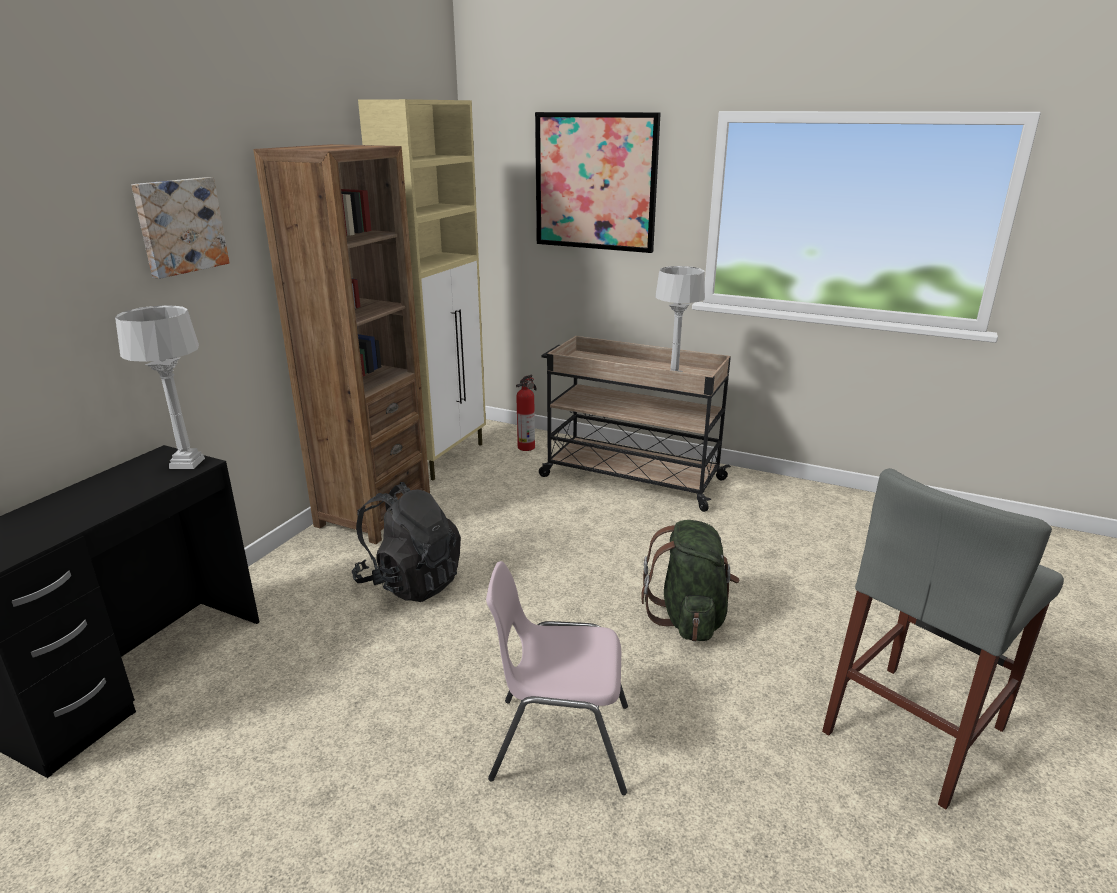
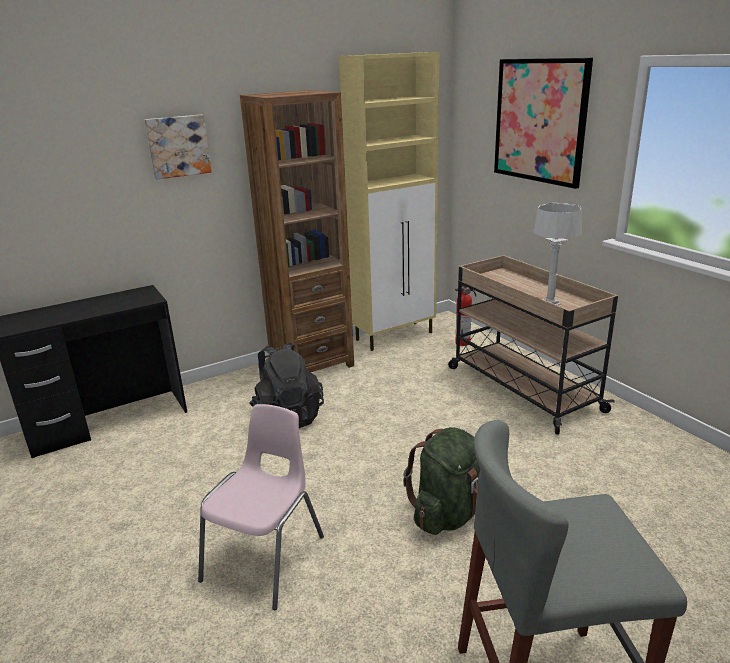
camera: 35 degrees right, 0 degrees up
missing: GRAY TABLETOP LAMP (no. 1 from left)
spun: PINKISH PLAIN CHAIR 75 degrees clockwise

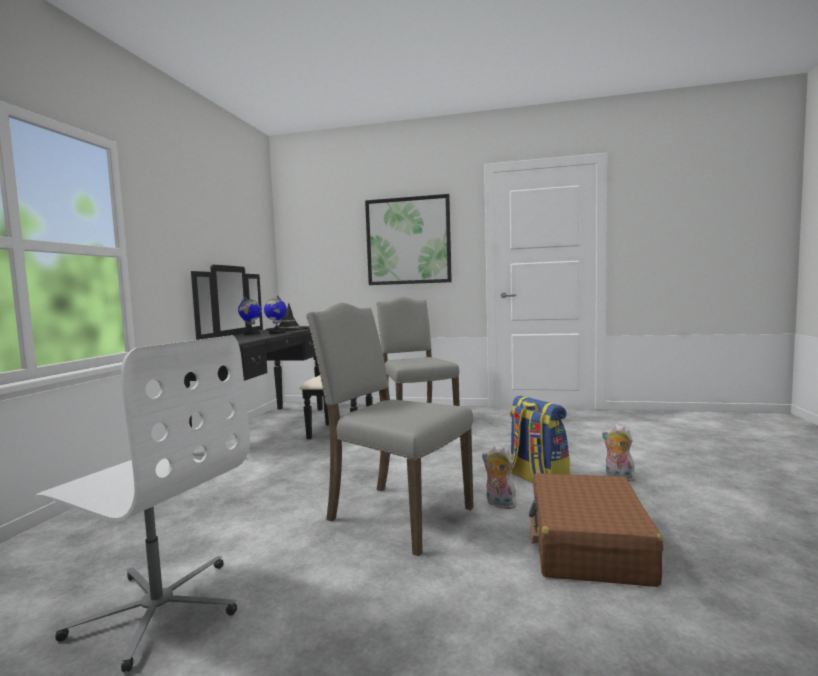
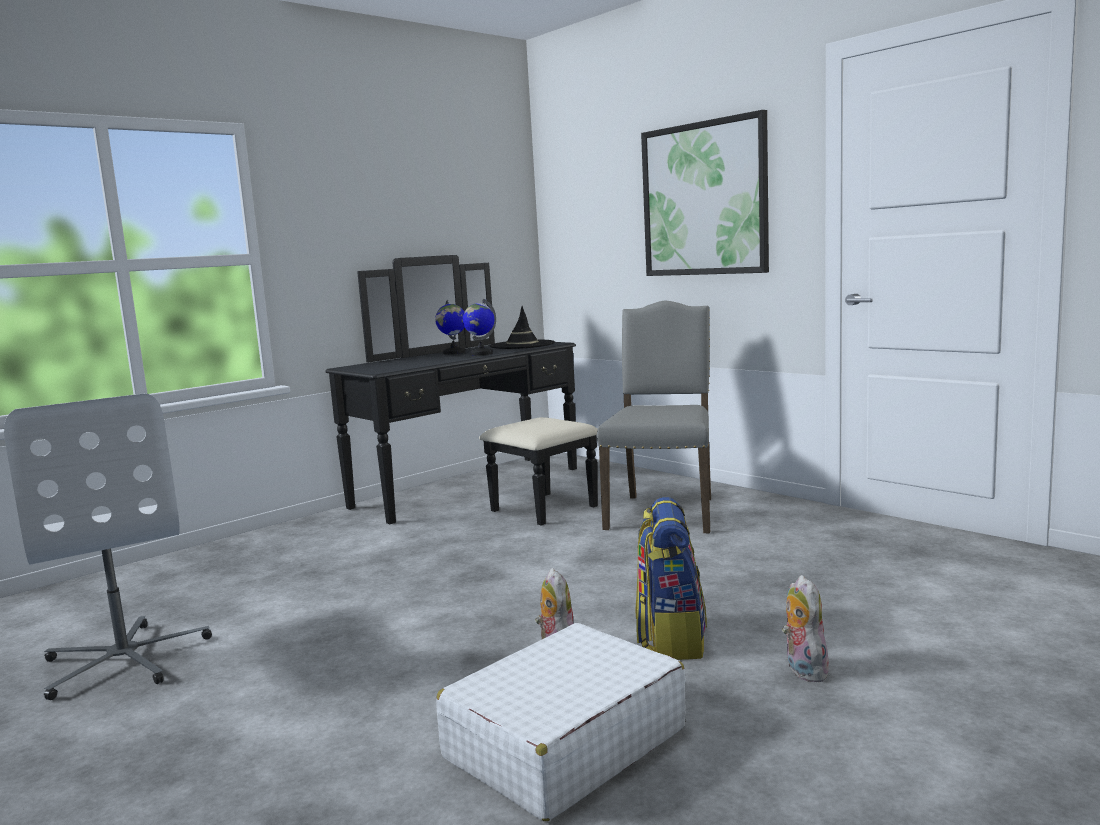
camera: 35 degrees right, 5 degrees up
missing: GRAY PLAIN CHAIR (no. 1 from left)
colour: BROWN-COLOURED TRAVEL CASE to WHITE-COLOURED TRAVEL CASE

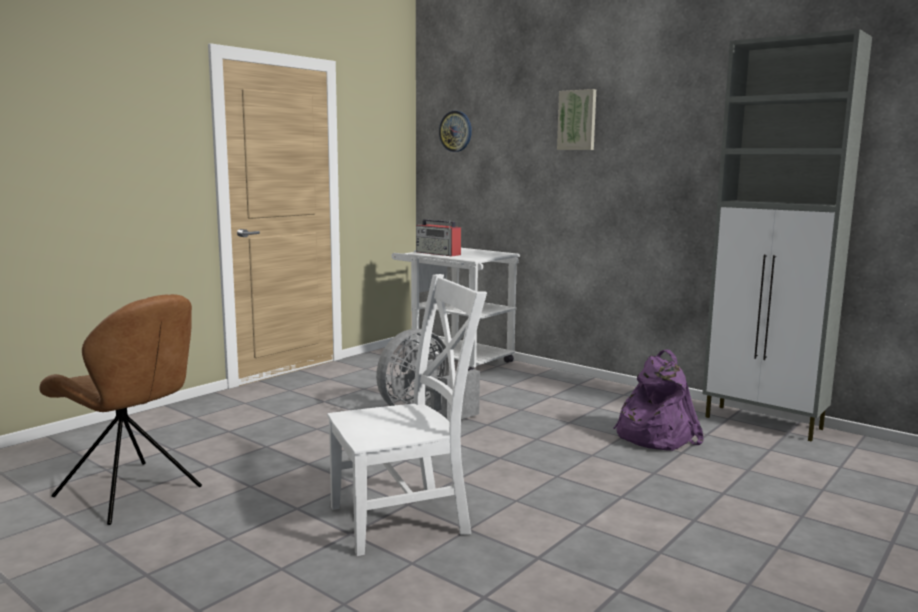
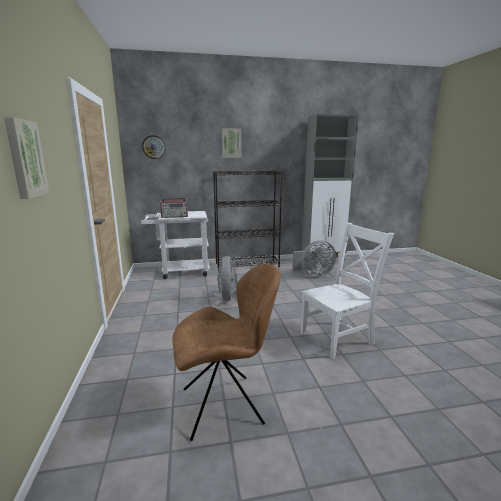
camera: 50 degrees left, 5 degrees up
appeared: WALL PICTURE (no. 1 from left); BLACK SHELVING UNIT
exchanged: PURPLISH KNAPSACK to GRAY COOLING FAN (no. 2 from left)
spun: WHITE-COLOURED PLAIN CHAIR 45 degrees clockwise

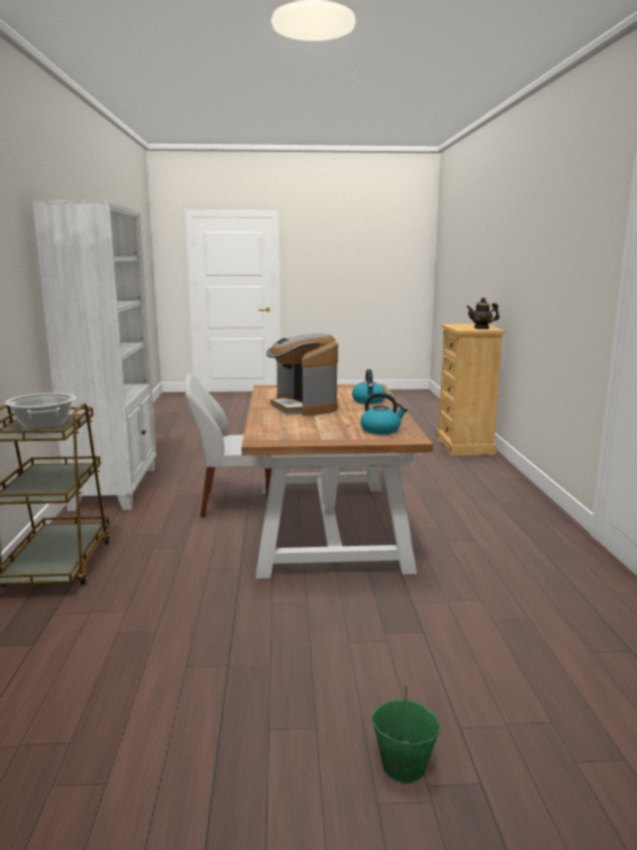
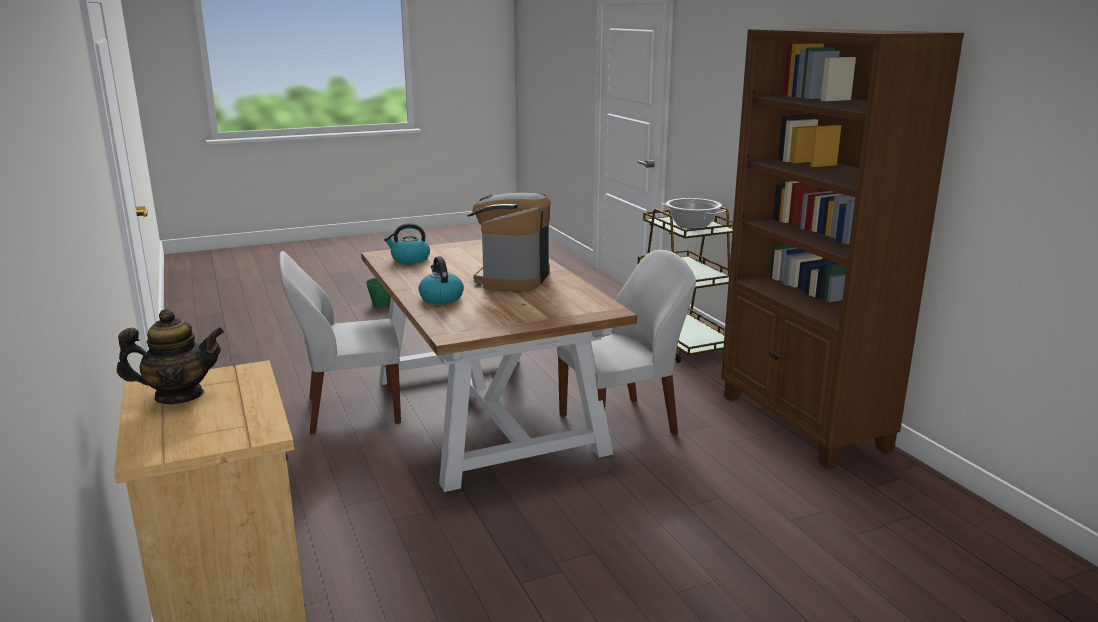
camera: 160 degrees right, 5 degrees up
appeared: WHITE-COLOURED PLAIN CHAIR (no. 1 from left)
colour: WHITE-COLOURED SHELVING UNIT to BROWN-COLOURED SHELVING UNIT
spun: COFFEE BREWER 120 degrees counterclockwise

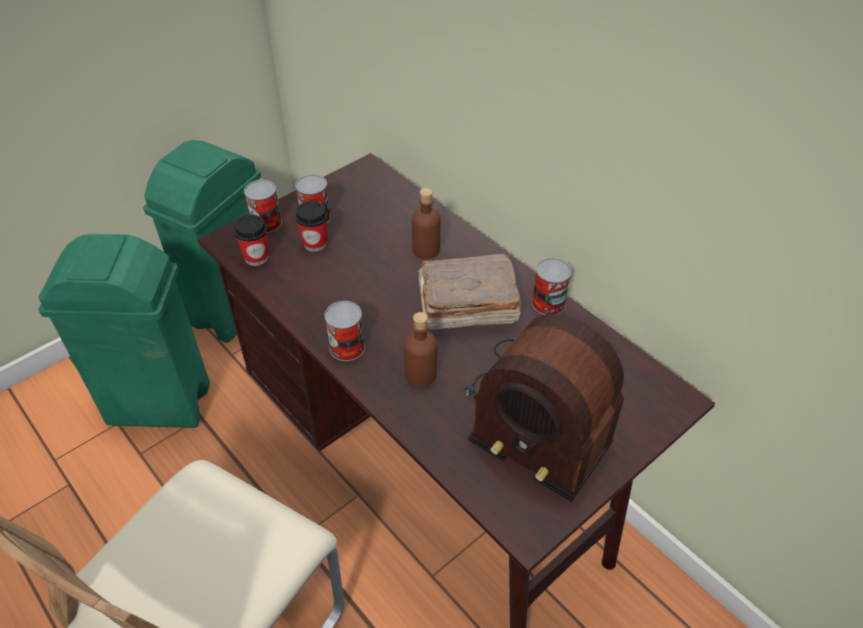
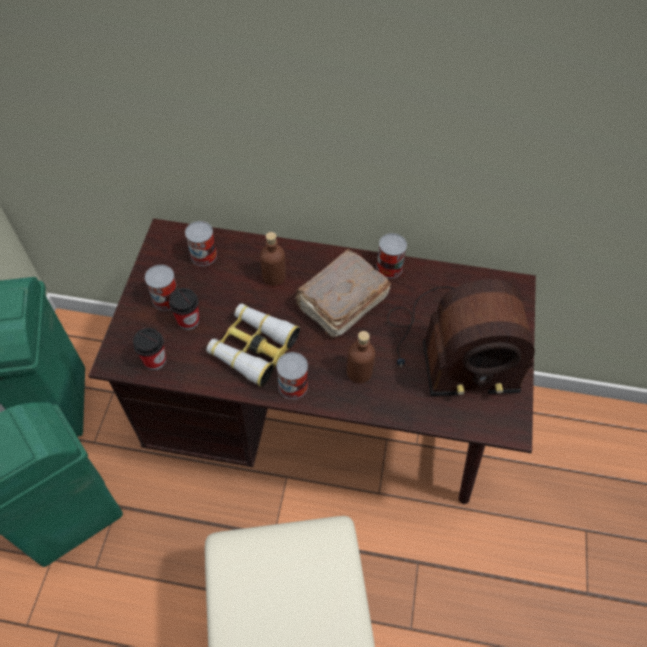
camera: 40 degrees left, 10 degrees up
appeared: BINOCULARS
relocated: METAL CAN (no. 1 from left in the first image) to METAL CAN (no. 2 from left)

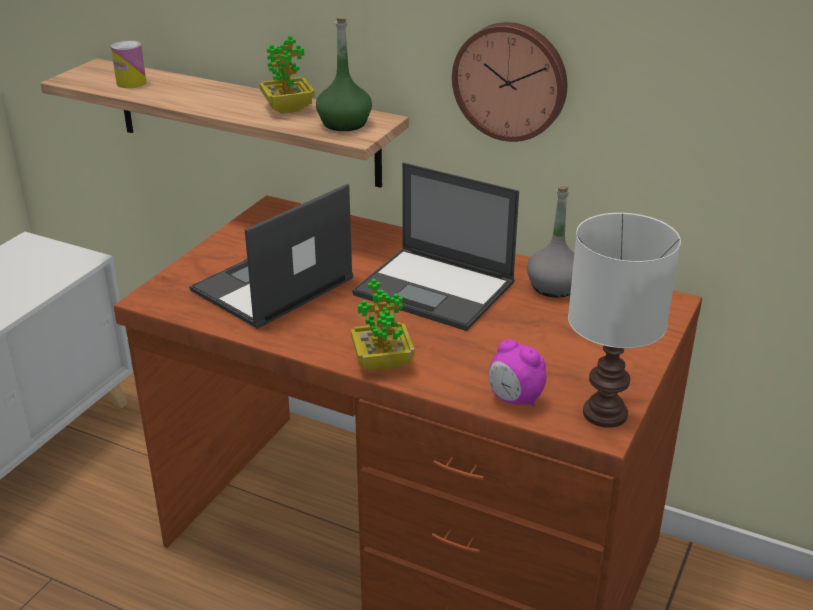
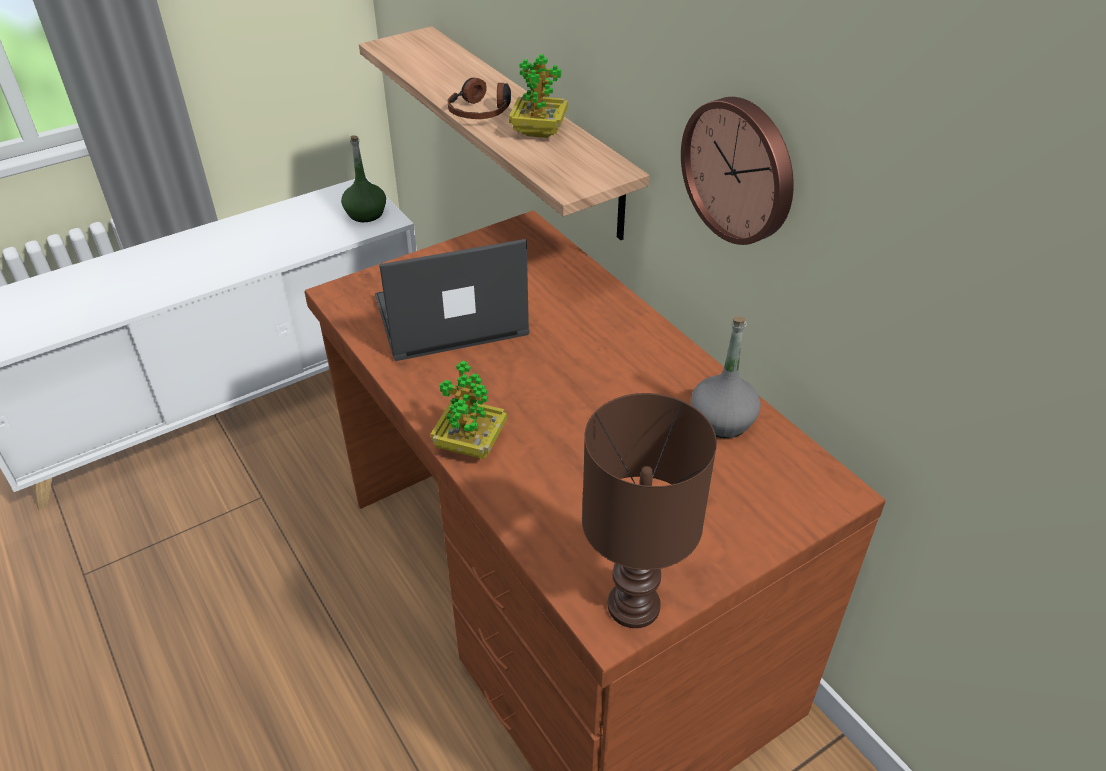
camera: 30 degrees right, 10 degrees up
missing: METAL CAN; NOTEBOOK COMPUTER (no. 2 from left); TABLE CLOCK
appeared: PAIR OF HEADPHONES
relocated: GREENISH DRINK BOTTLE
colour: WHITE-COLOURED TABLETOP LAMP to BROWN-COLOURED TABLETOP LAMP

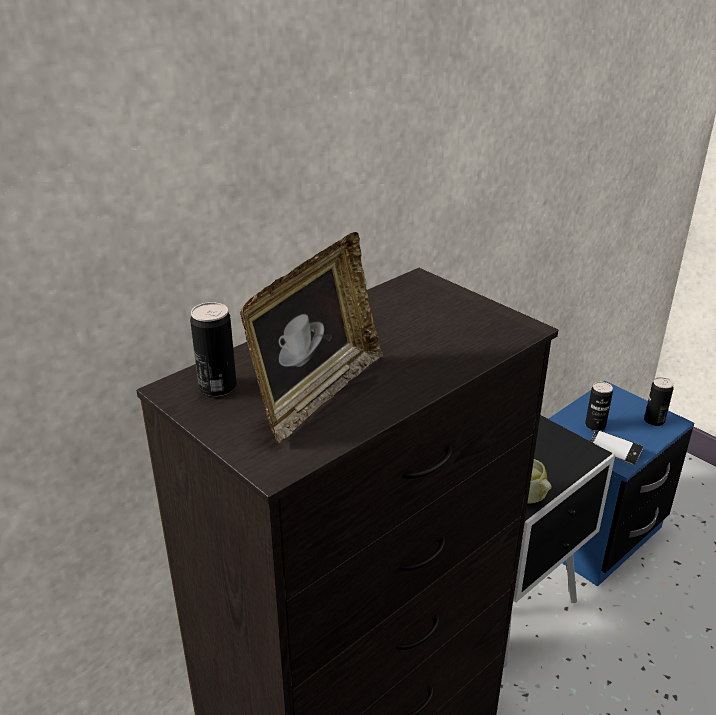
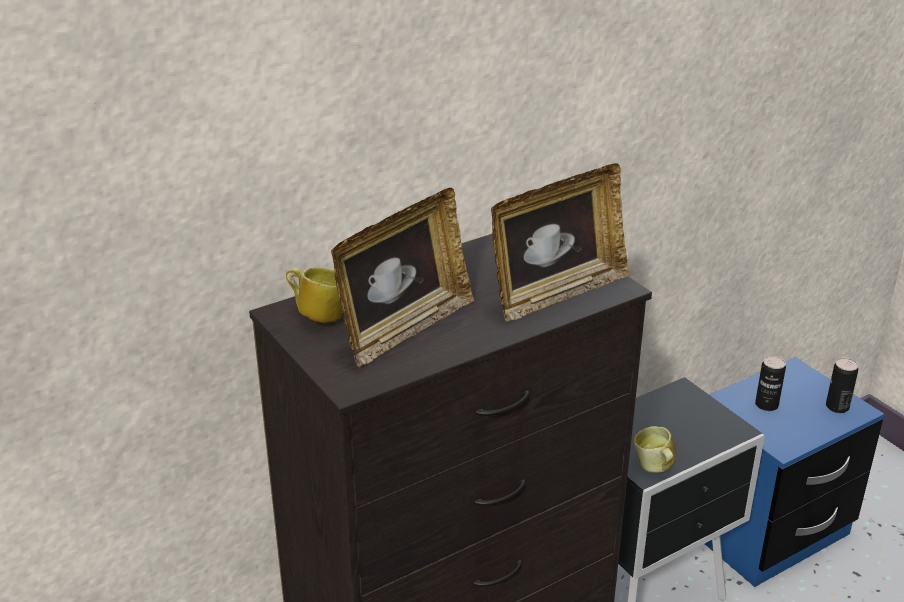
camera: 10 degrees right, 0 degrees up
missing: PHONE
appeared: PHOTO FRAME (no. 2 from left)
exchanged: METAL CAN (no. 1 from left) to COFFEE MUG (no. 1 from left)

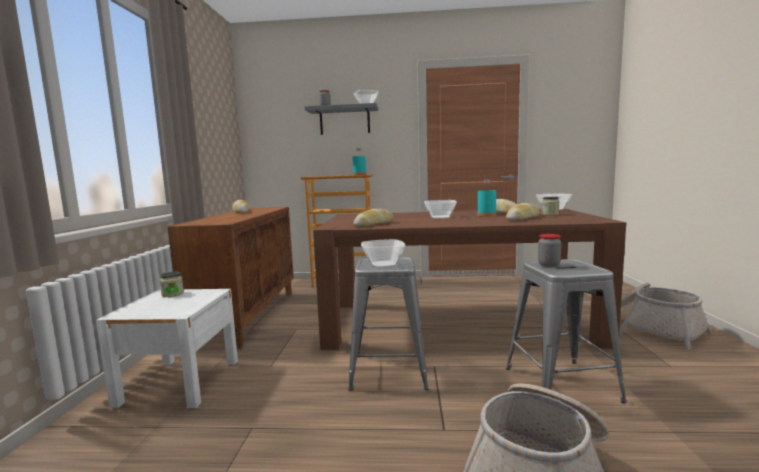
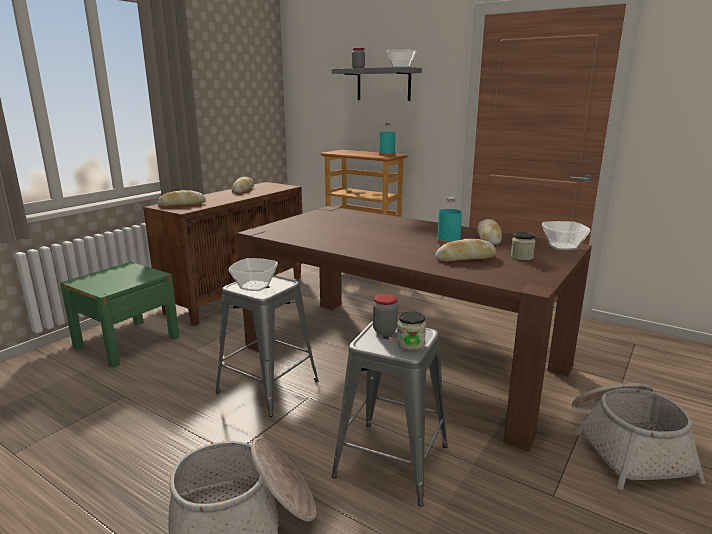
camera: 30 degrees right, 10 degrees up
missing: DEEP DISH (no. 3 from left)
relocated: BREAD (no. 2 from left in the first image) to BREAD (no. 1 from left); PRESERVE JAR (no. 1 from left in the first image) to PRESERVE JAR (no. 3 from left)
colour: WHITE-COLOURED BEDSIDE TABLE to GREENISH BEDSIDE TABLE

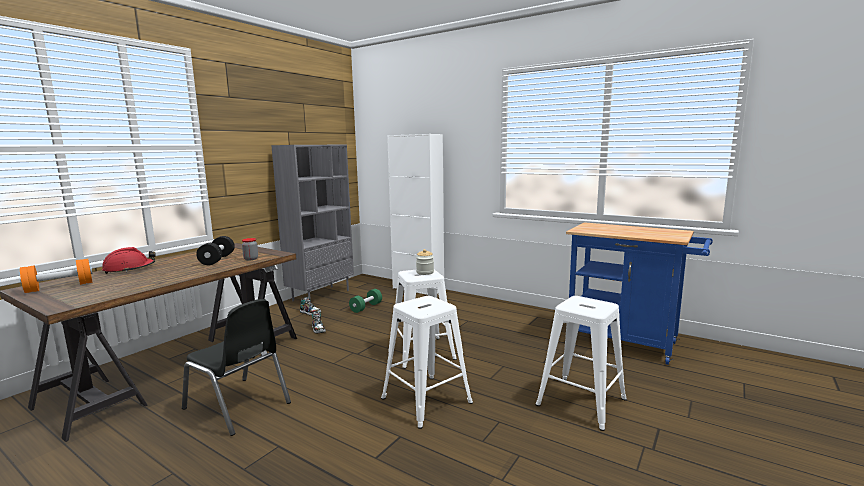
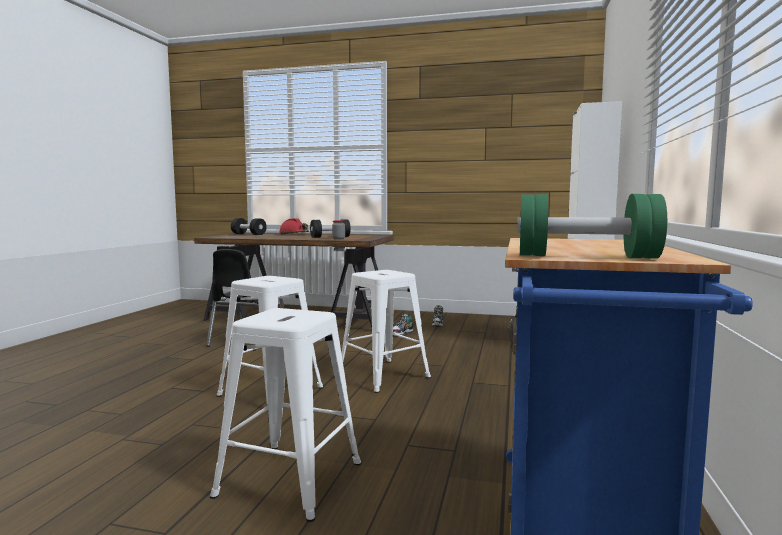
camera: 70 degrees right, 5 degrees down
missing: GRAY SHELVING UNIT; PRESERVE JAR (no. 2 from left)
relocated: GREENISH HAND WEIGHT
colour: ORANGE HAND WEIGHT to BLACK HAND WEIGHT (no. 1 from left)

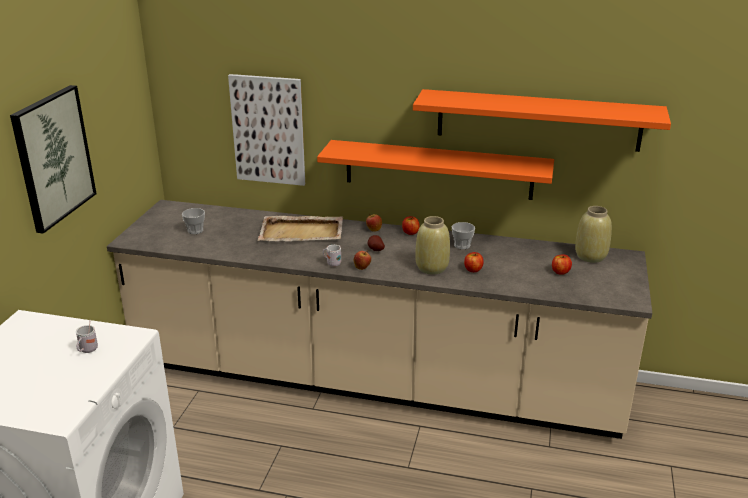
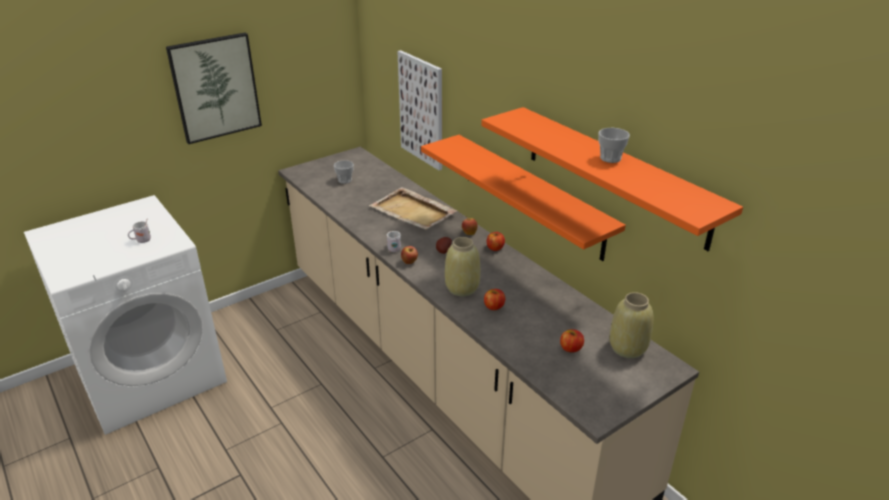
camera: 40 degrees right, 5 degrees up
relocated: DRINKING CUP (no. 2 from left)

